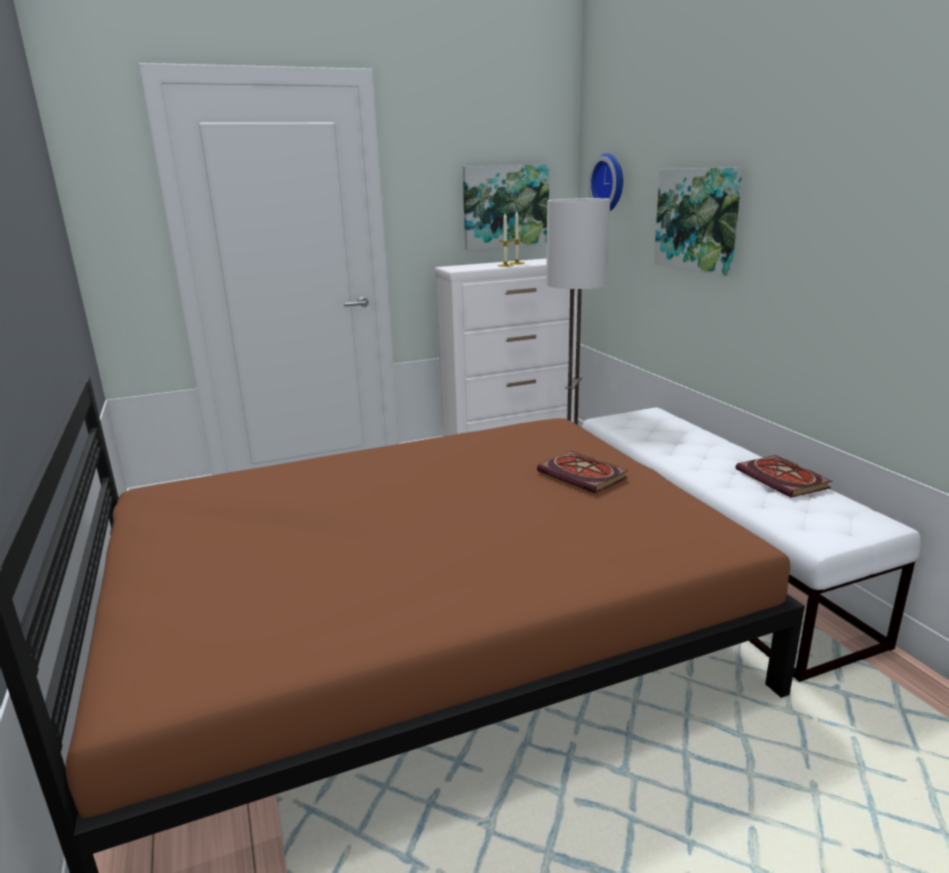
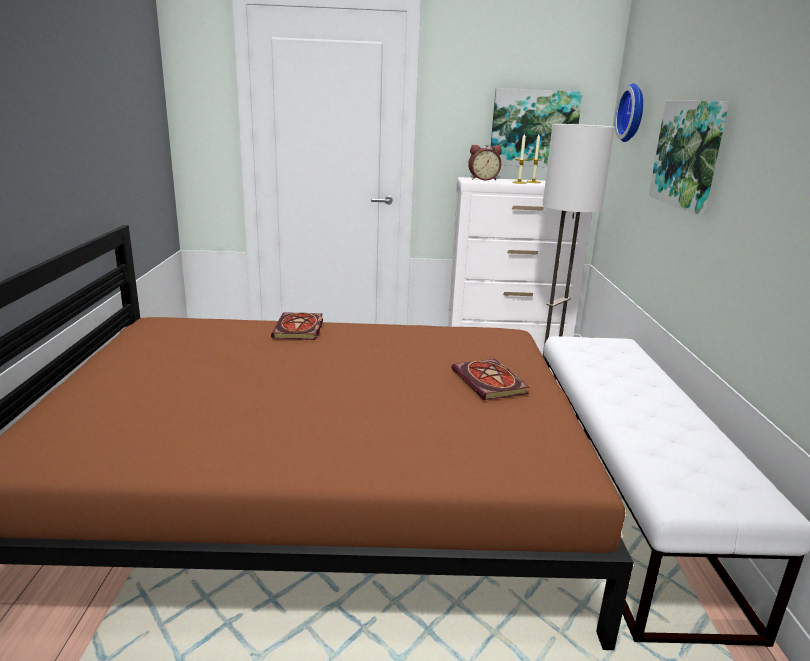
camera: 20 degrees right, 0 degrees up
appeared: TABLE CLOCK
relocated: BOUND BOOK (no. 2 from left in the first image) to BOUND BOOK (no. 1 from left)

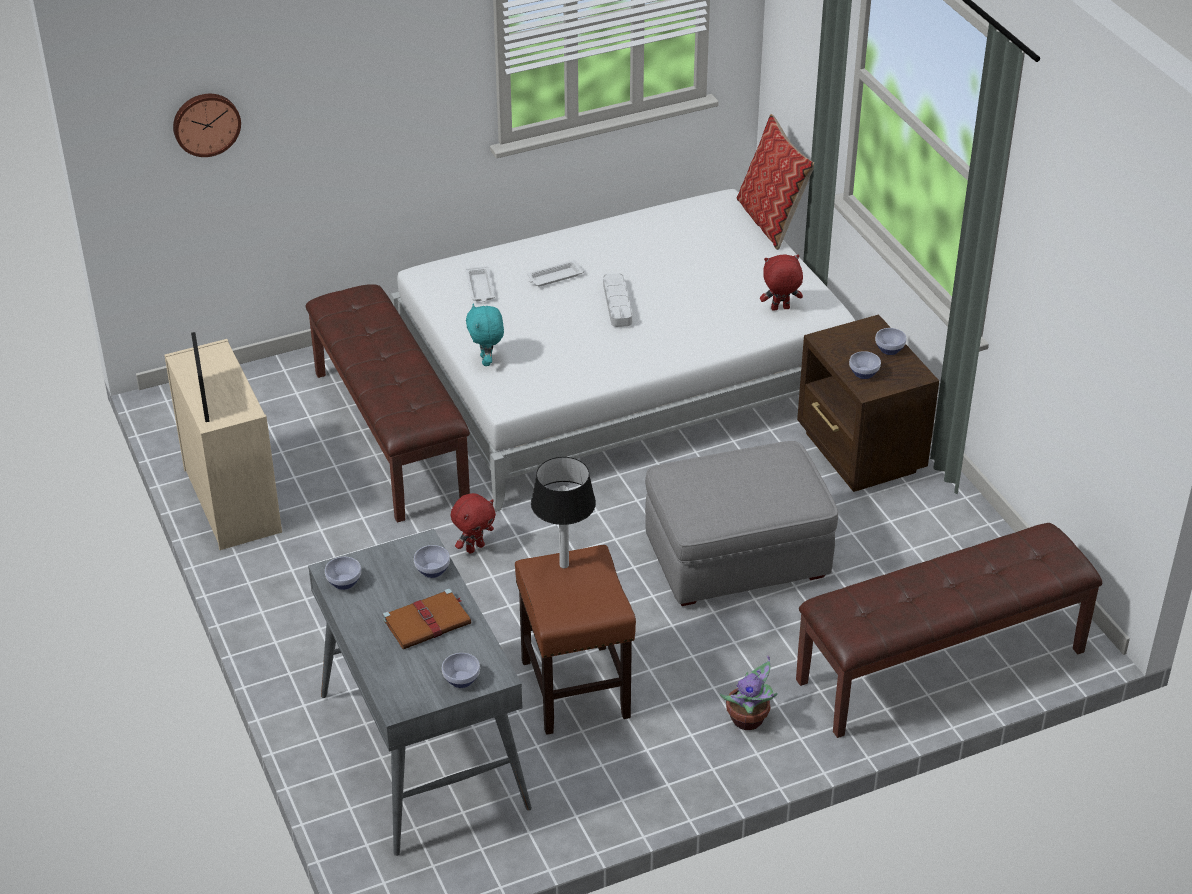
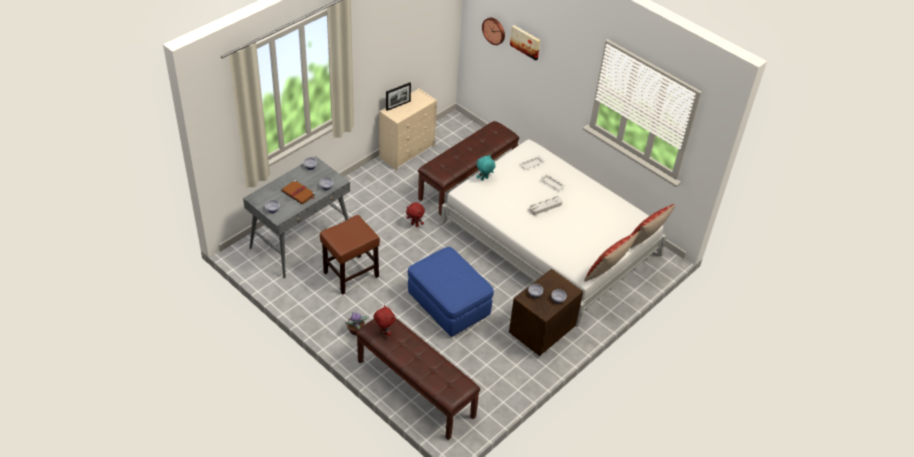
camera: 65 degrees right, 5 degrees up
missing: TABLETOP LAMP
appeared: WALL PICTURE; THROW PILLOW (no. 1 from left)
relocated: RED-COLOURED SOFT TOY (no. 2 from left in the first image) to RED-COLOURED SOFT TOY (no. 1 from left)
colour: GRAY FOOTREST to BLUE-COLOURED FOOTREST

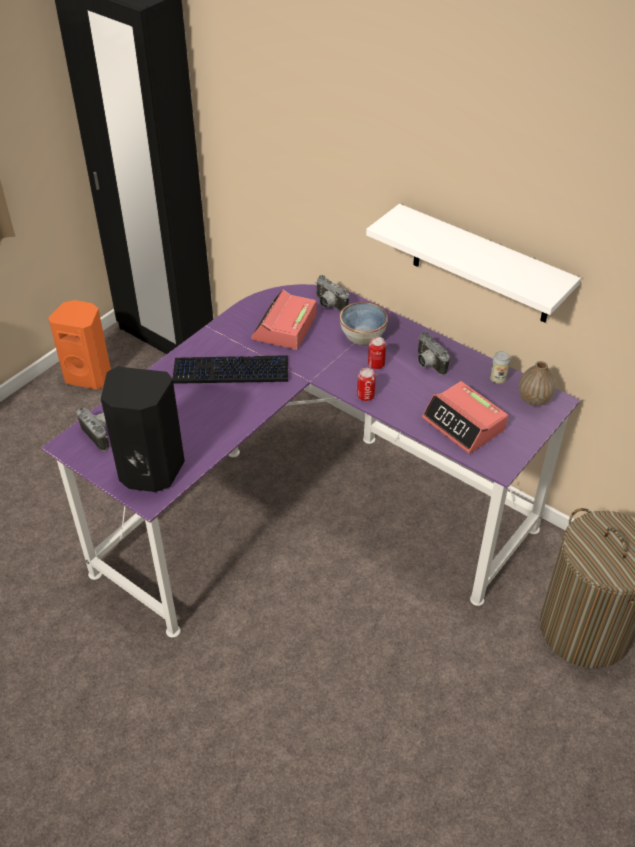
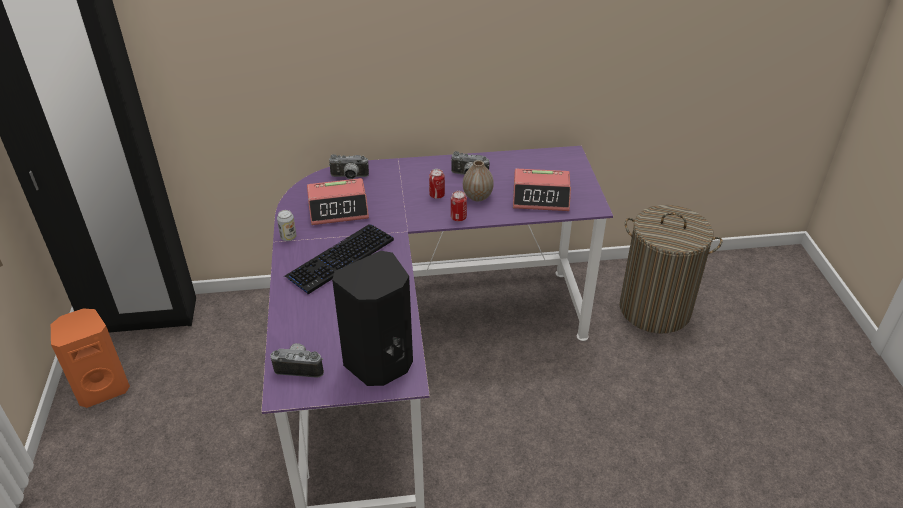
camera: 45 degrees left, 5 degrees down
missing: WHITE-COLOURED WALL SHELF; DEEP DISH
relocated: METAL CAN (no. 3 from left in the first image) to METAL CAN (no. 1 from left); FLOWER VASE
spun: TABLE CLOCK (no. 1 from left) 75 degrees counterclockwise

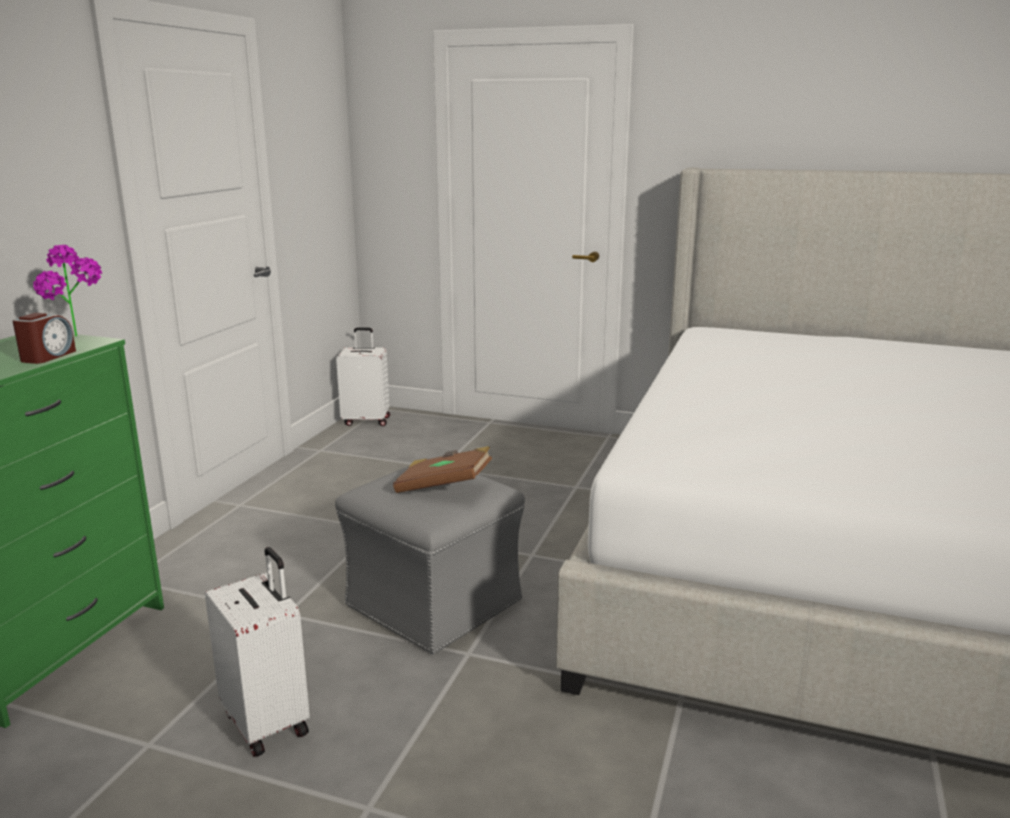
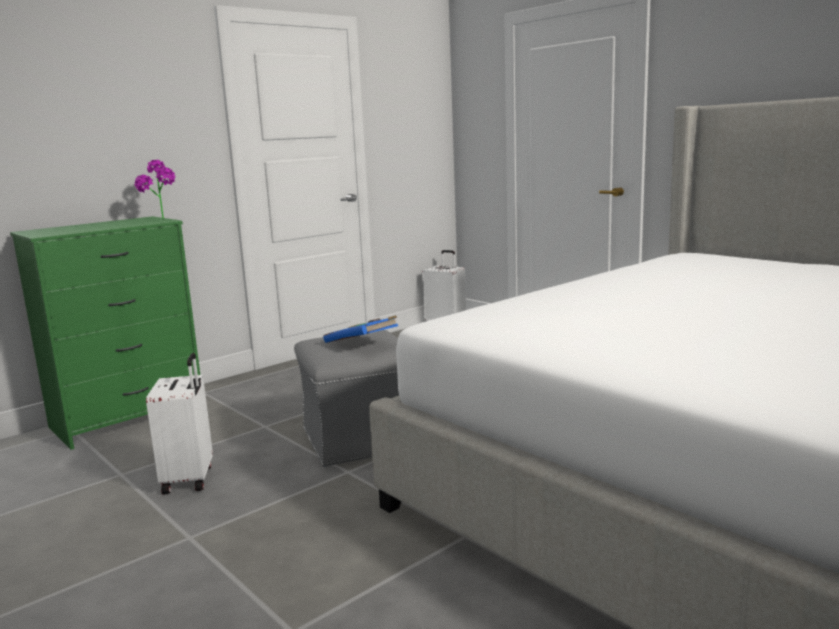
camera: 30 degrees right, 5 degrees down
missing: TABLE CLOCK
colour: BROWN-COLOURED BOUND BOOK to BLUE-COLOURED BOUND BOOK

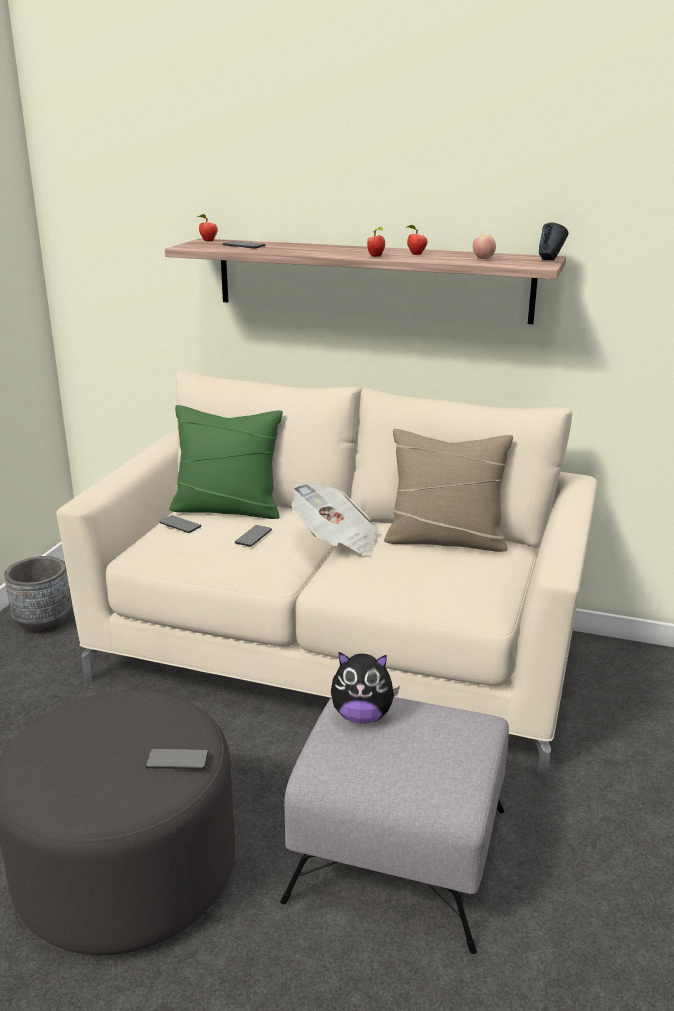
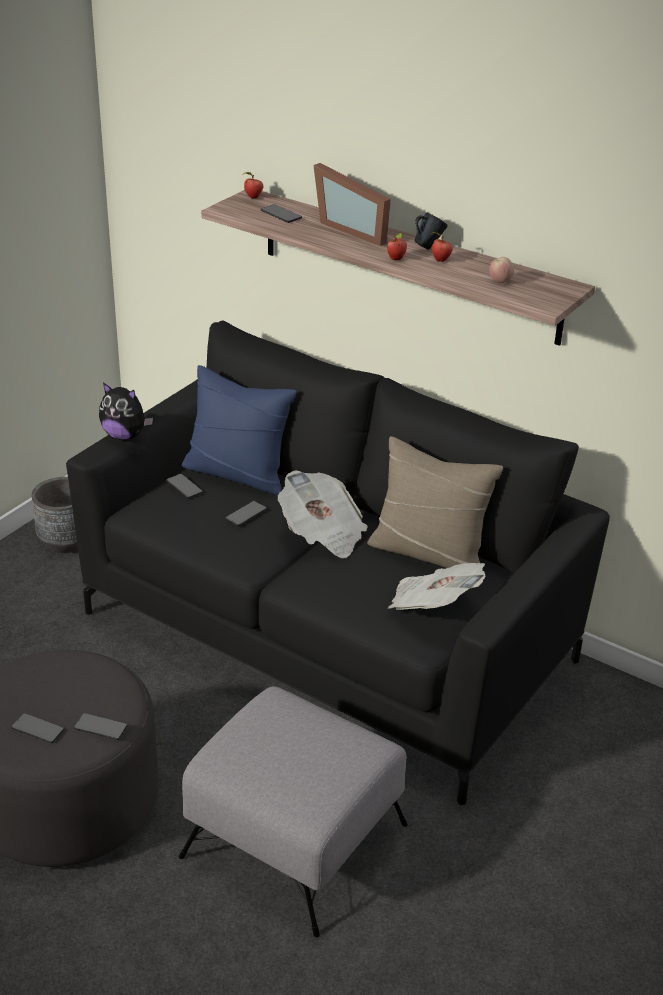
camera: 15 degrees right, 10 degrees up
appeared: PHOTO FRAME; NEWSPAPER (no. 2 from left); PHONE (no. 1 from left)
relocated: BLUE-COLOURED COFFEE MUG; SOFT TOY
colour: BEIGE SETTEE to BLACK SETTEE; GREENISH THROW PILLOW to BLUE-COLOURED THROW PILLOW

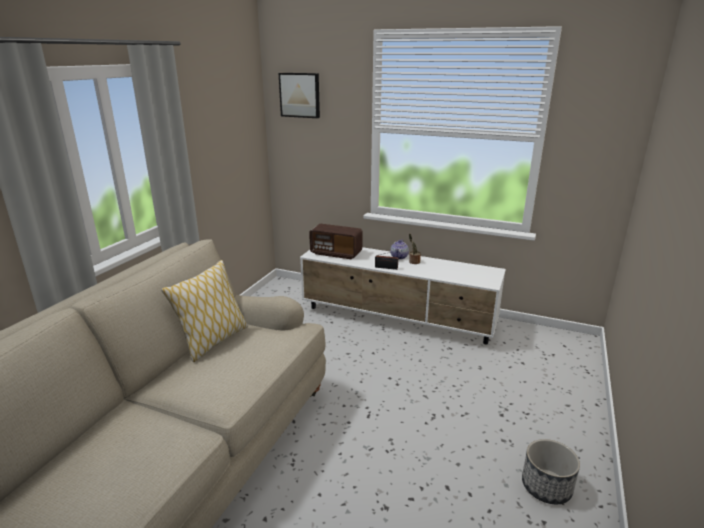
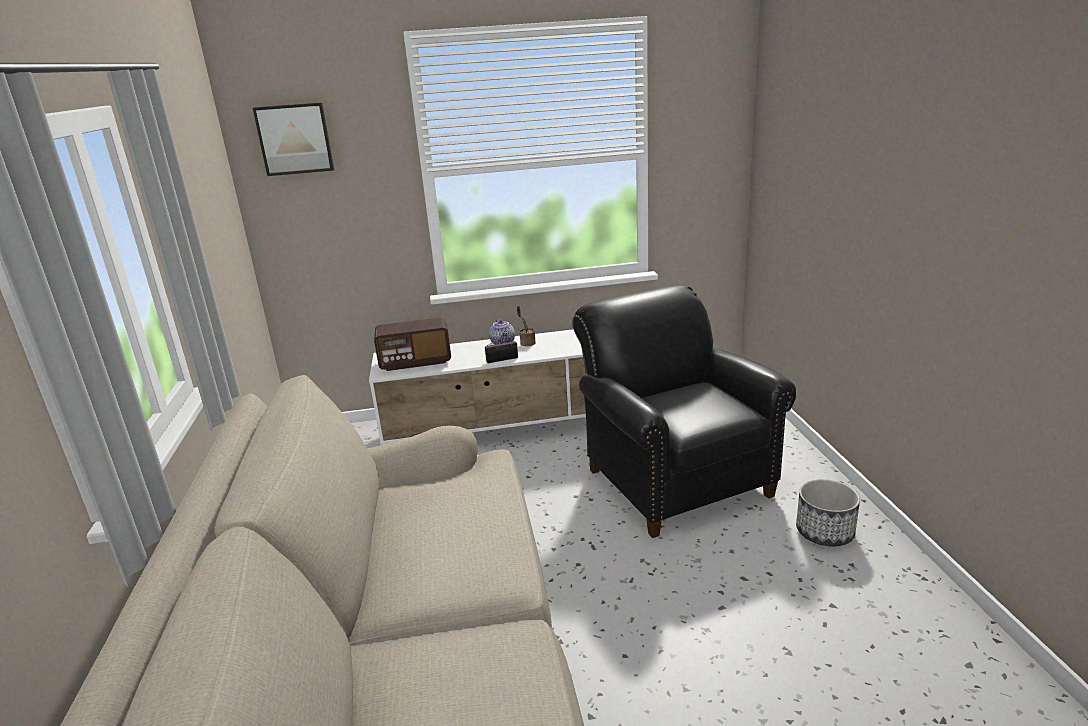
camera: 30 degrees left, 0 degrees up
missing: THROW PILLOW
appeared: BLACK LOUNGE CHAIR

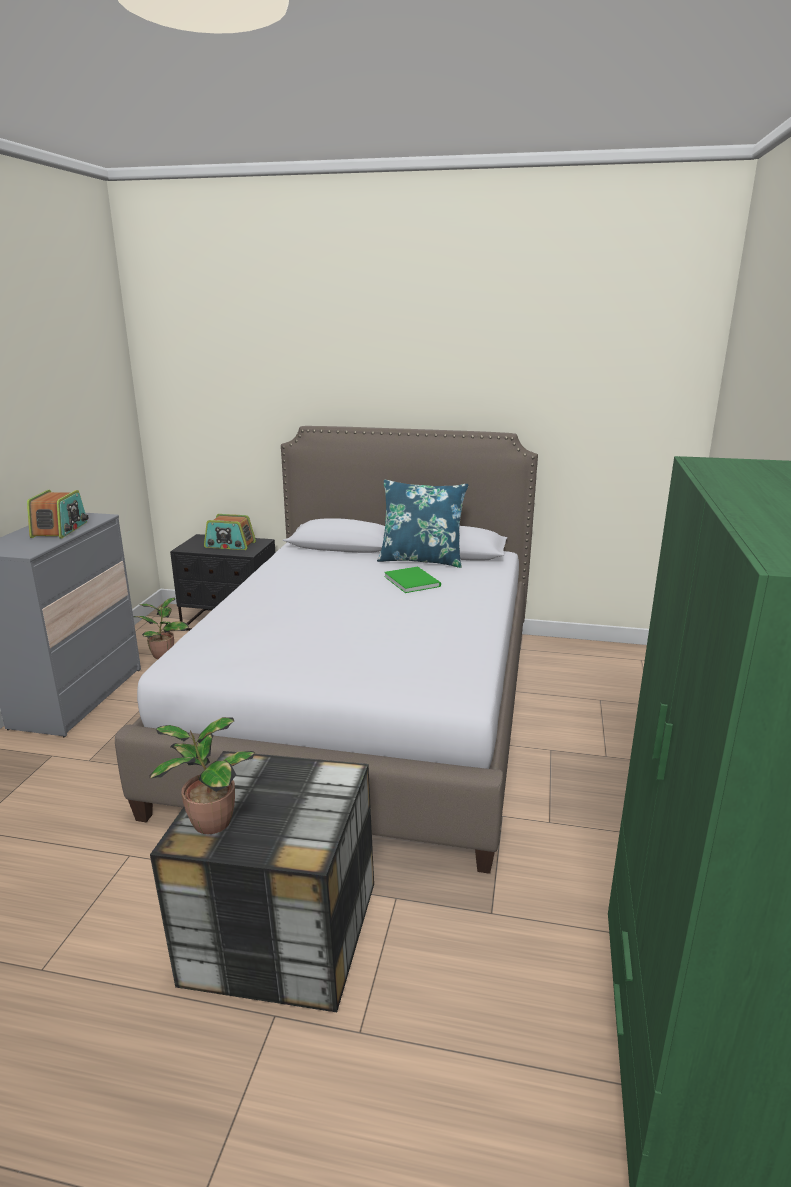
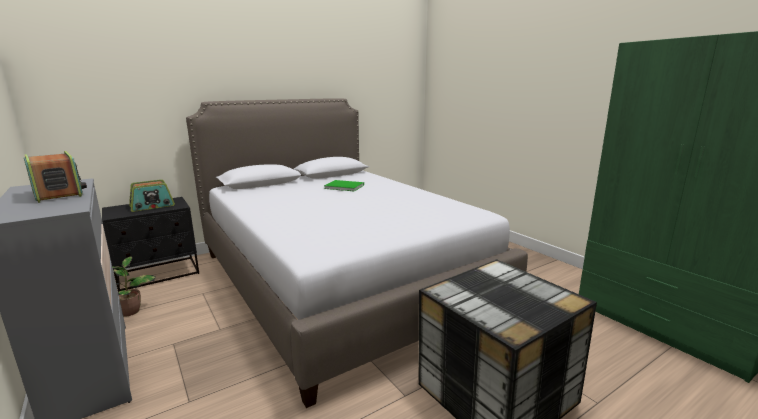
camera: 45 degrees left, 5 degrees down
missing: BLUE-COLOURED THROW PILLOW; HOUSEPLANT (no. 2 from left)

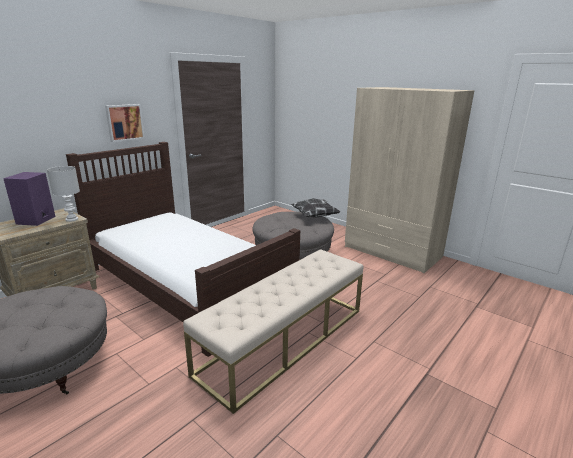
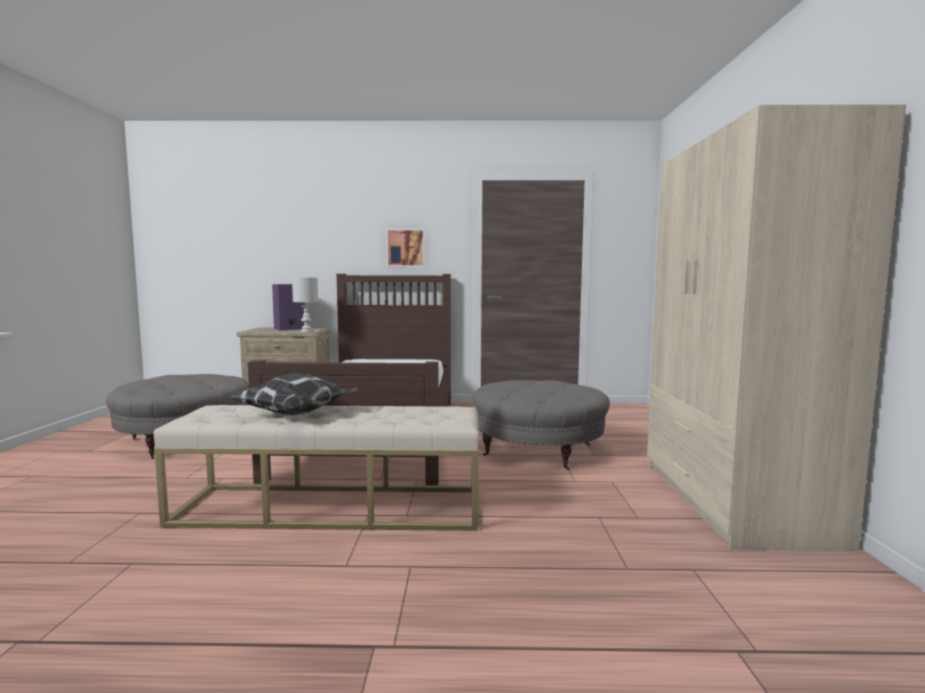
camera: 50 degrees right, 15 degrees down
relocated: THROW PILLOW

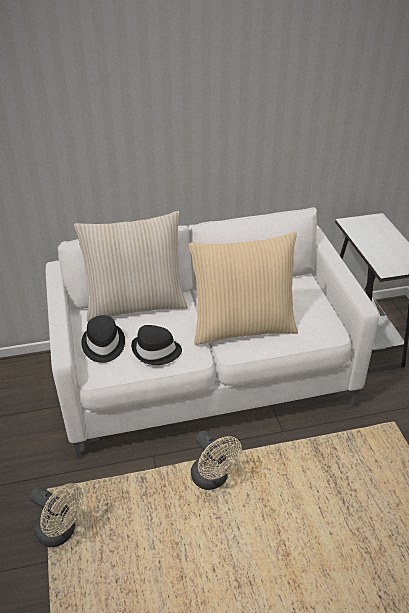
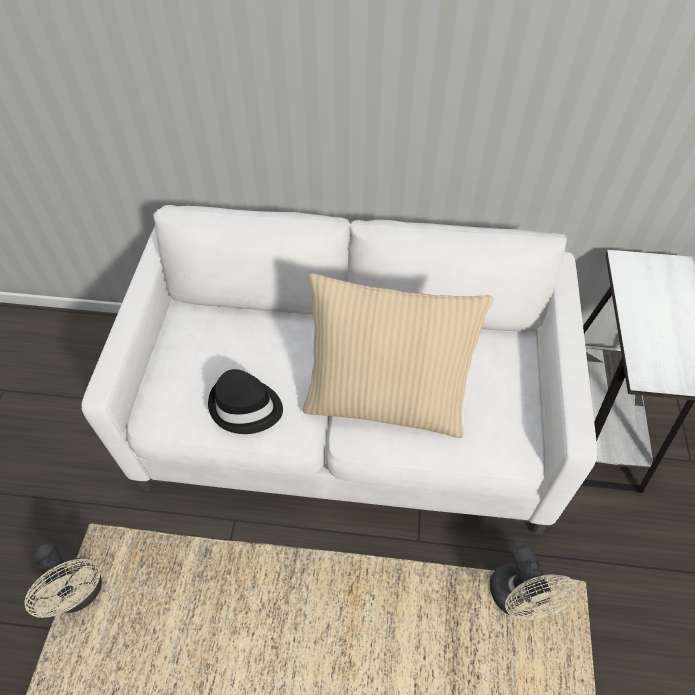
camera: 20 degrees right, 15 degrees up
missing: BEIGE THROW PILLOW (no. 1 from left); BLACK CLOTHING HAT (no. 1 from left)
relocated: BEIGE COOLING FAN (no. 2 from left)

